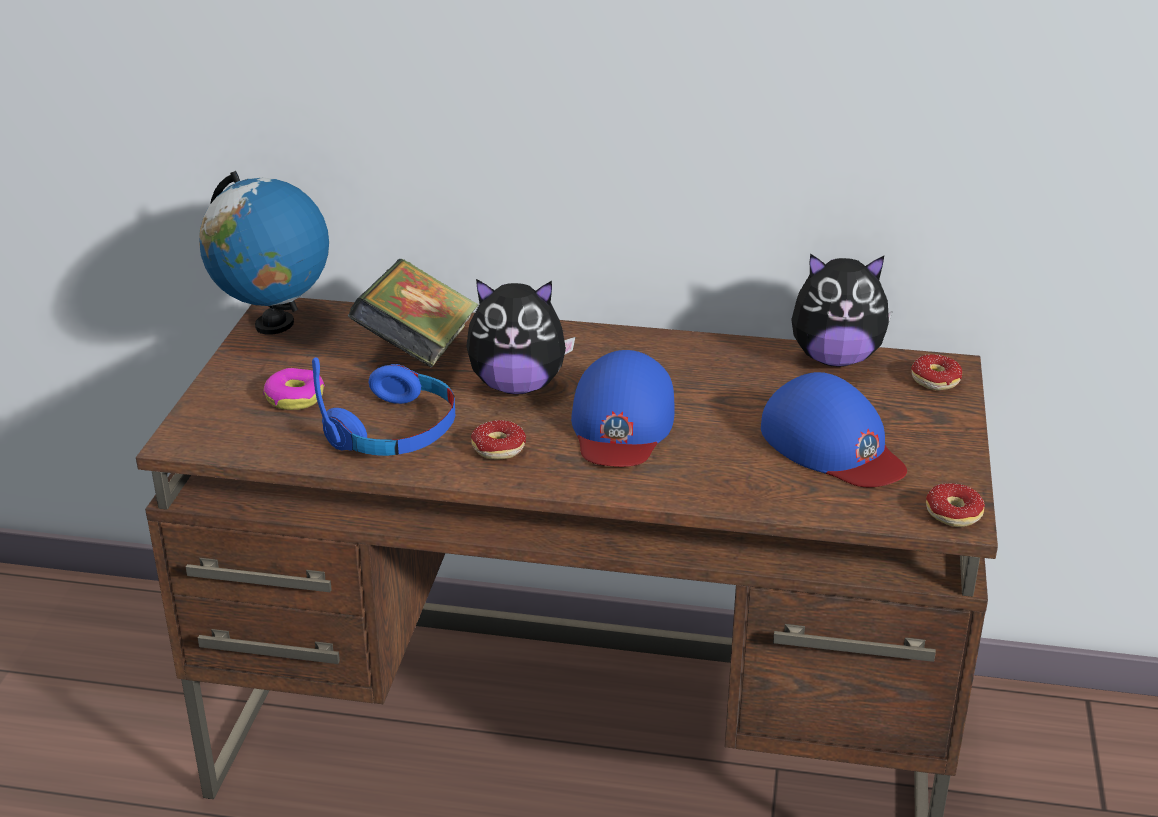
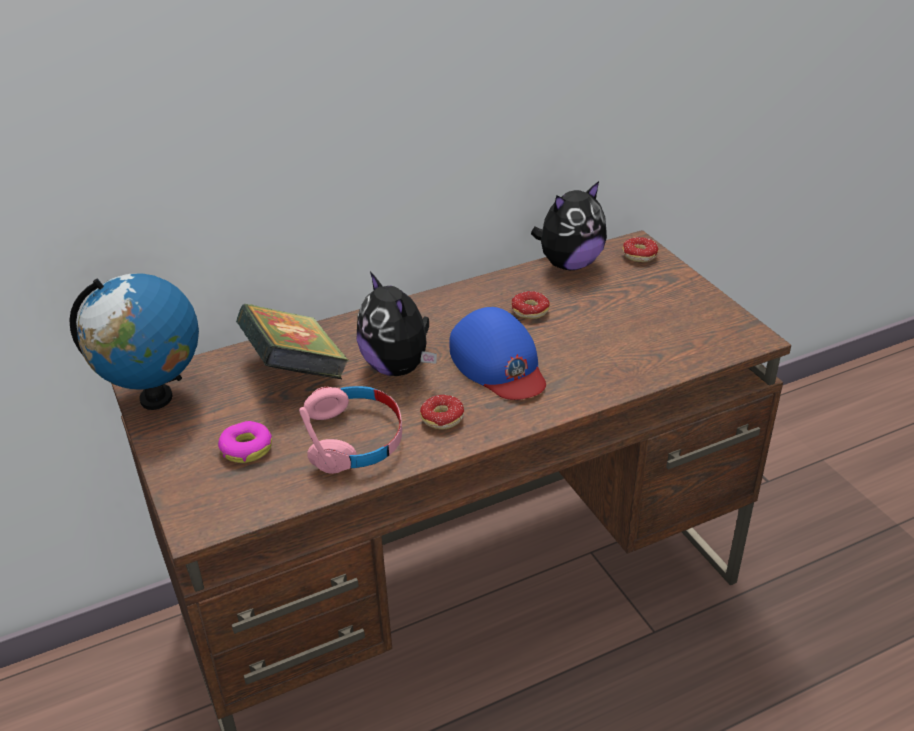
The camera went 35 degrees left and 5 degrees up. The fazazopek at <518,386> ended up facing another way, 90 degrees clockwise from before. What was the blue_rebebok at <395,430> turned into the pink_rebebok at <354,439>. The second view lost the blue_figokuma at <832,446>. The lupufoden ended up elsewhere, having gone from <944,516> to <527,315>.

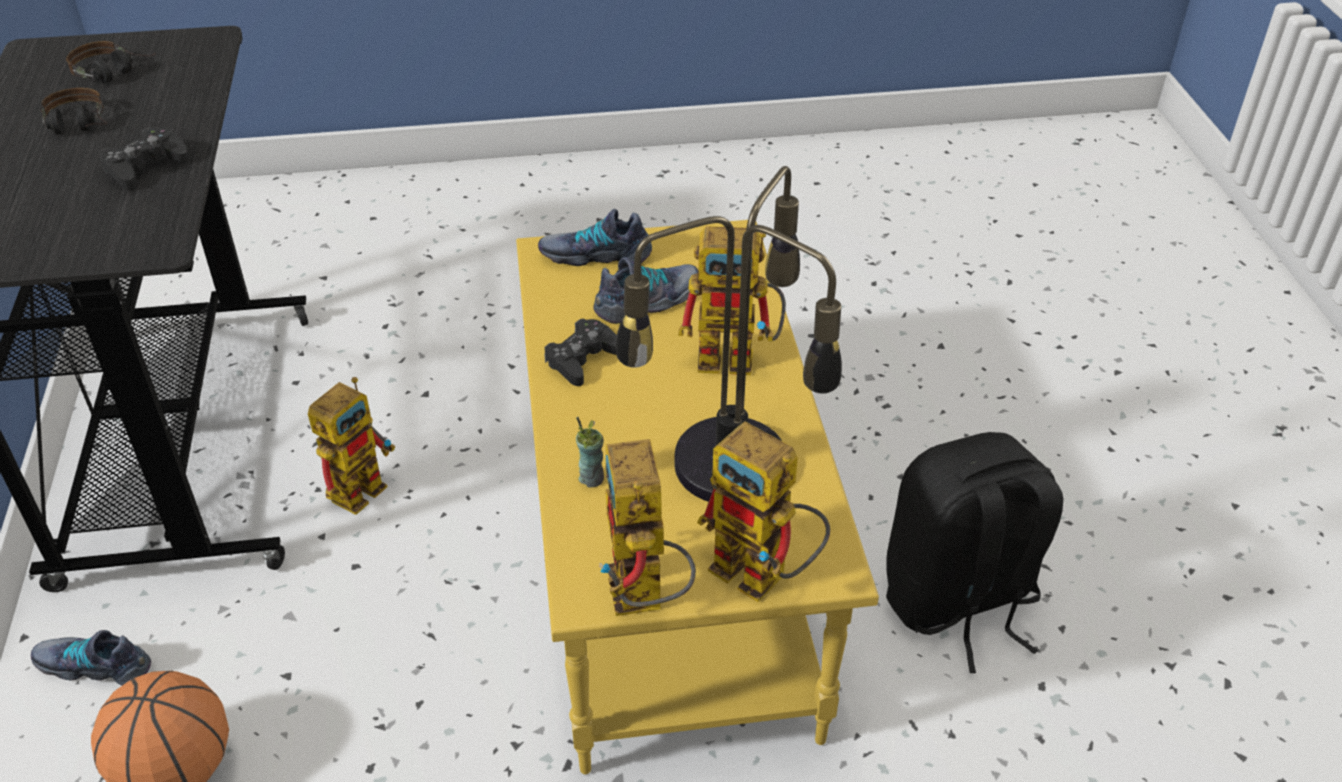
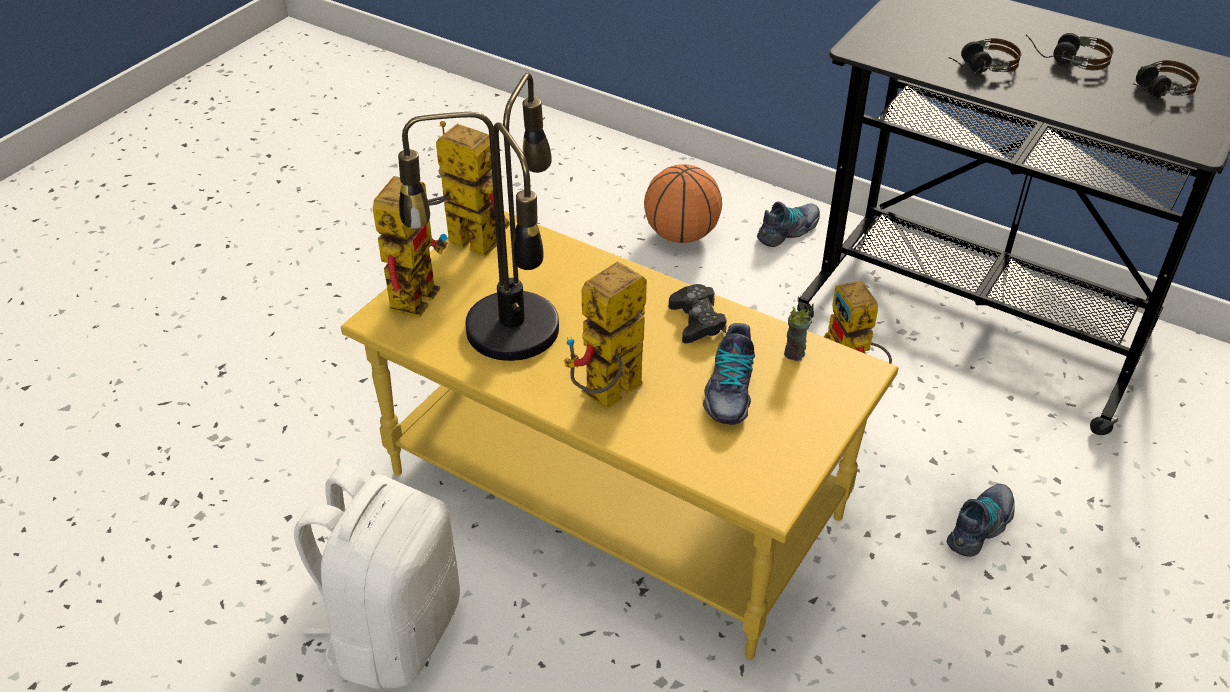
The camera went 130 degrees right and 0 degrees up. Where the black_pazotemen stood at <146,167>, the rebebok came to stand at <977,68>. The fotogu ended up elsewhere, having gone from <595,254> to <981,526>. The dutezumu ended up elsewhere, having gone from <591,478> to <794,354>. The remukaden at <764,576> ended up facing another way, 120 degrees clockwise from before. What was the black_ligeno at <958,602> turned into the white_ligeno at <392,631>.

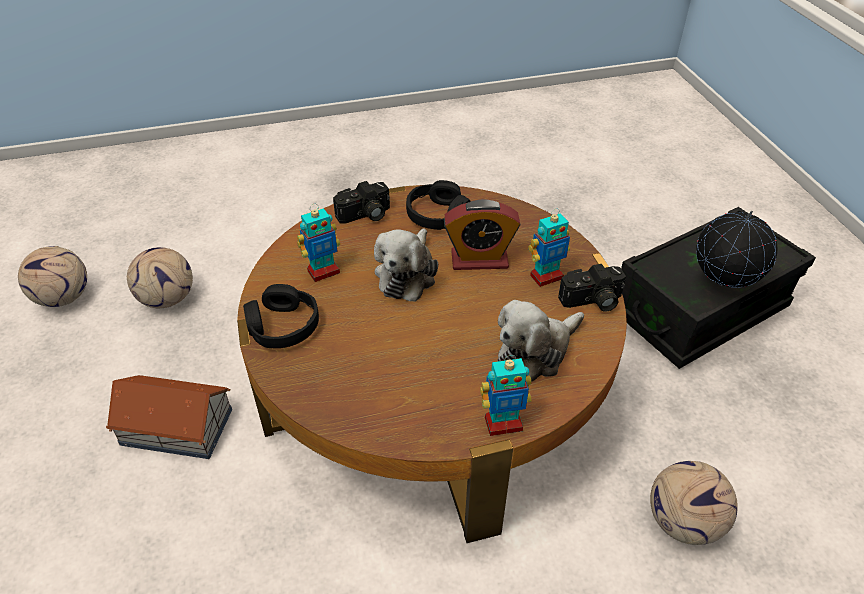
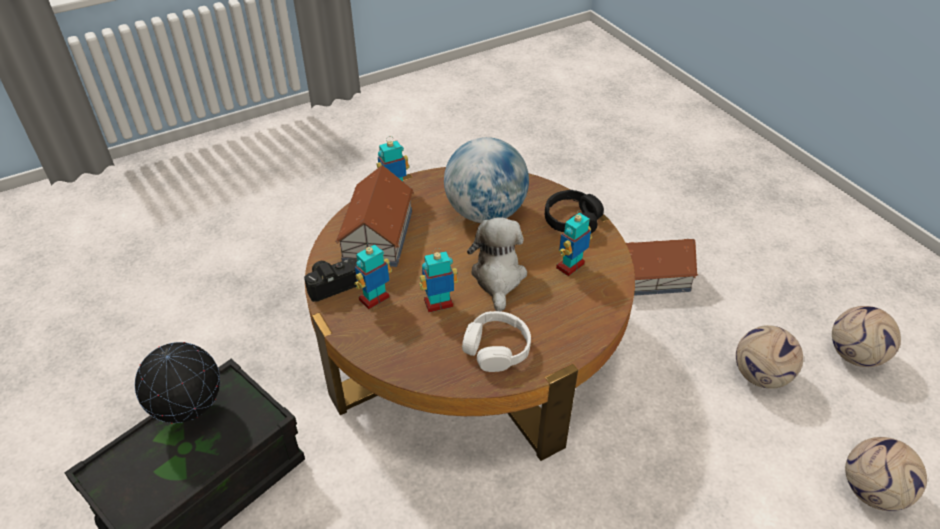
The camera went 165 degrees right and 0 degrees up. What was the black_rebebok at <437,215> turned into the white_rebebok at <496,348>. The second view lost the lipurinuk at <365,215>. Where the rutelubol stood at <479,260>, the remukaden came to stand at <438,304>. Where the fazazopek stood at <536,352>, the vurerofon came to stand at <377,236>. The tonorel ended up elsewhere, having gone from <681,522> to <873,491>. The second view gained the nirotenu at <485,213>.

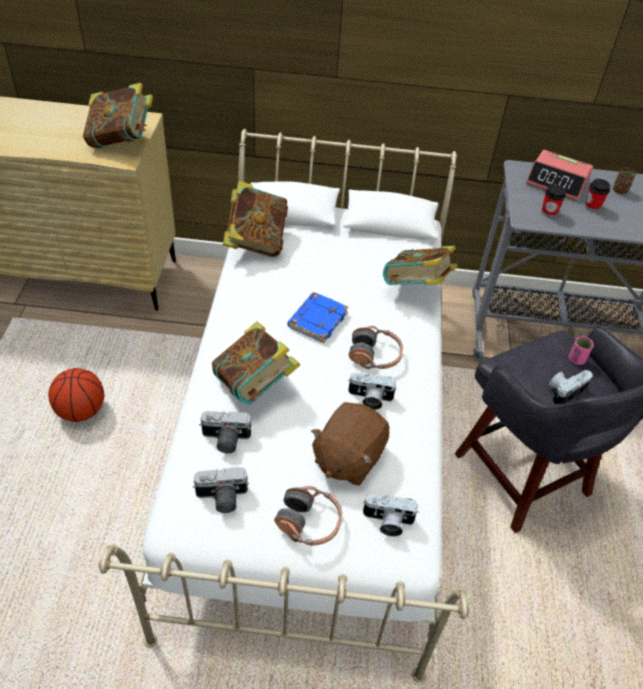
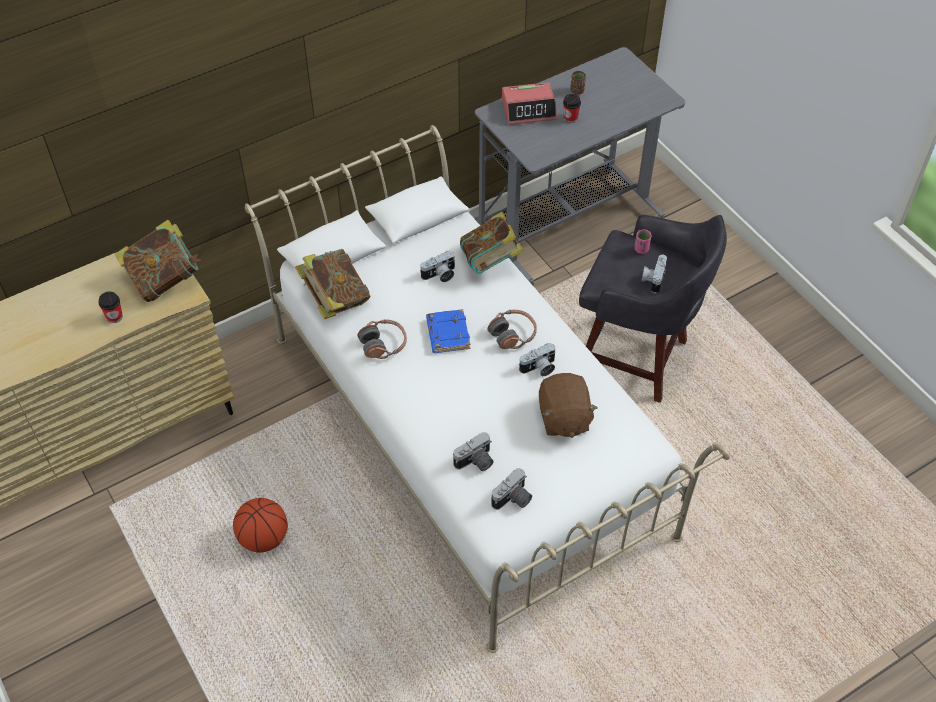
The camera went 35 degrees left and 5 degrees up. The dutezumu ended up elsewhere, having gone from <549,212> to <114,317>. The second view lost the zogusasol at <255,385>. The rebebok ended up elsewhere, having gone from <309,522> to <383,344>. The lipurinuk ended up elsewhere, having gone from <387,522> to <440,275>.

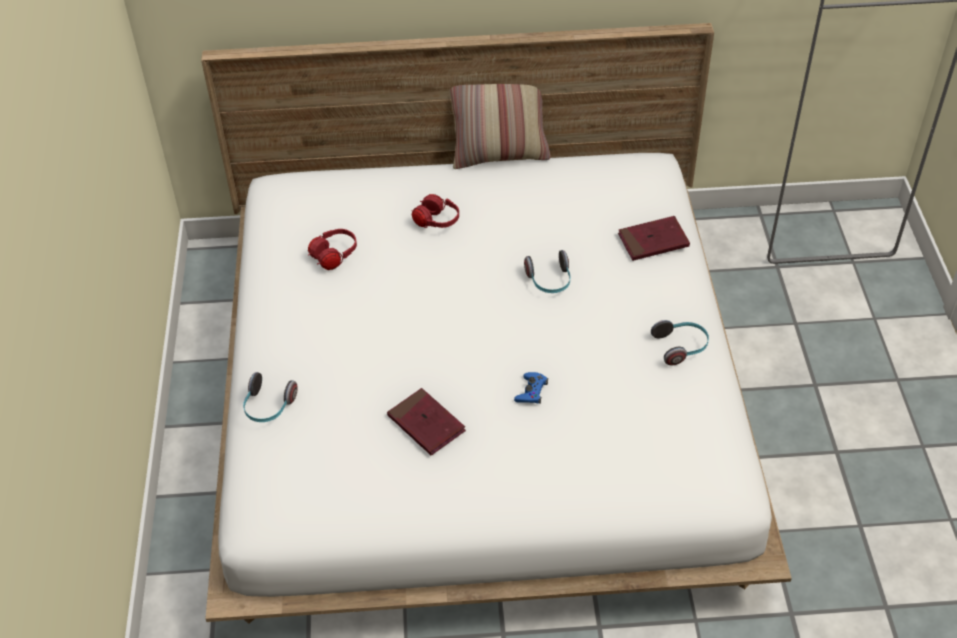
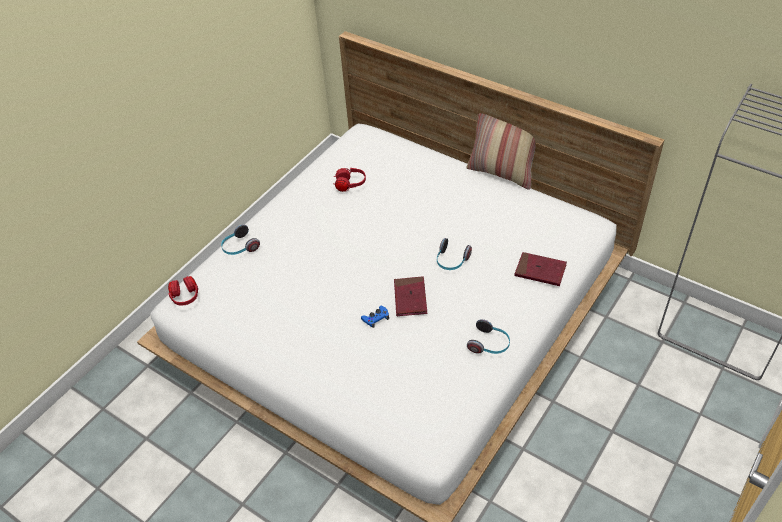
The camera went 40 degrees right and 0 degrees up. The red_rebebok ended up elsewhere, having gone from <436,222> to <185,297>. The red_zogusasol ended up elsewhere, having gone from <426,424> to <410,298>.

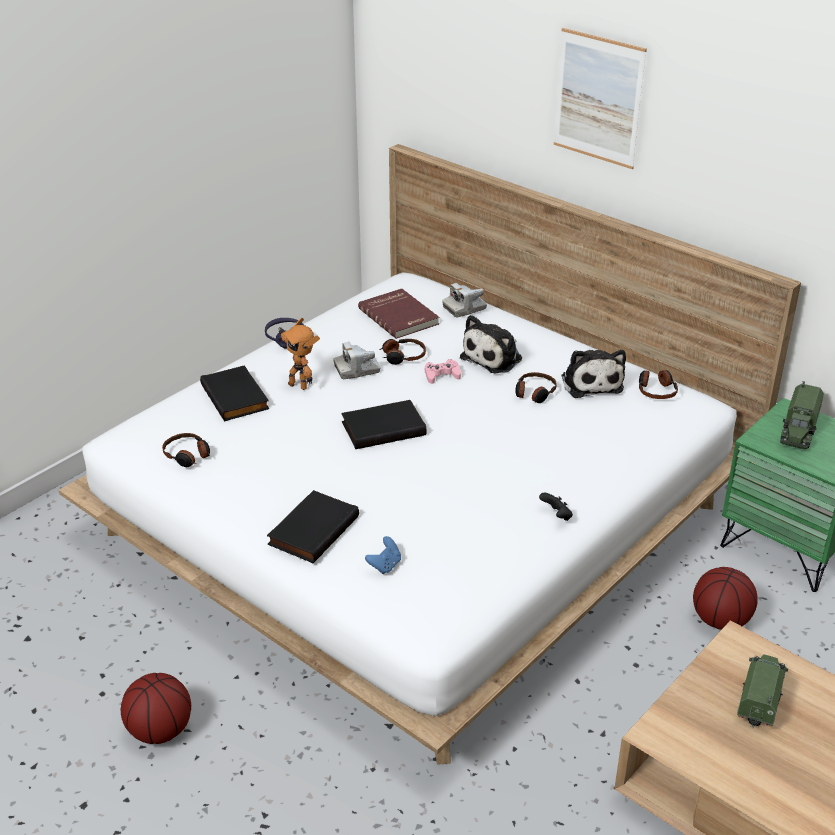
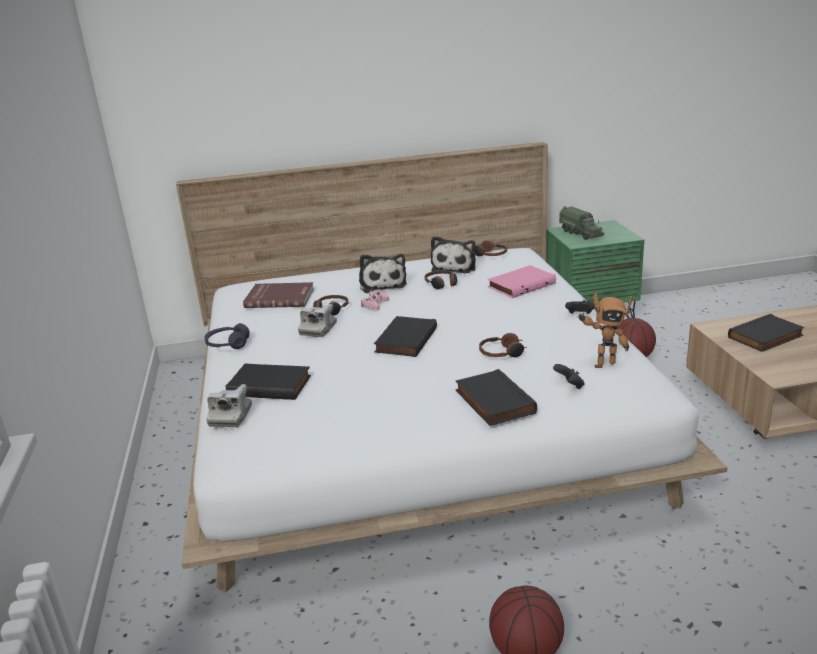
The camera went 50 degrees left and 10 degrees down. The second view lost the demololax at <598,98>. The lipurinuk ended up elsewhere, having gone from <464,308> to <231,416>. The remukaden ended up elsewhere, having gone from <299,385> to <603,363>. The fazazopek at <591,382> ended up facing another way, 75 degrees clockwise from before. The rebebok ended up elsewhere, having gone from <187,455> to <502,353>. What was the blue_pazotemen at <385,565> turned into the black_pazotemen at <570,386>. Where the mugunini stood at <760,698>, the black_zogusasol came to stand at <766,337>. The second view gained the pink_zogusasol at <521,284>.

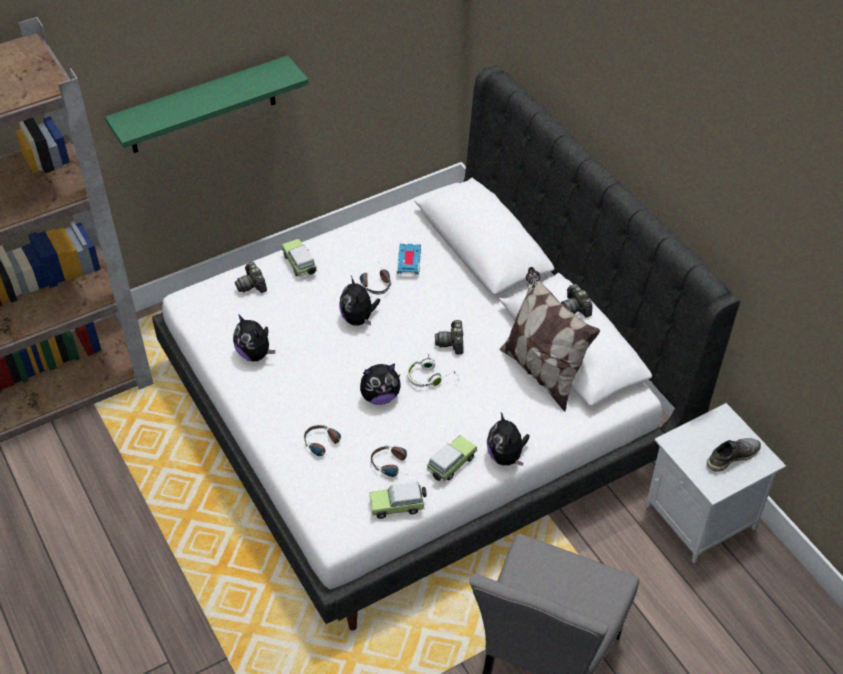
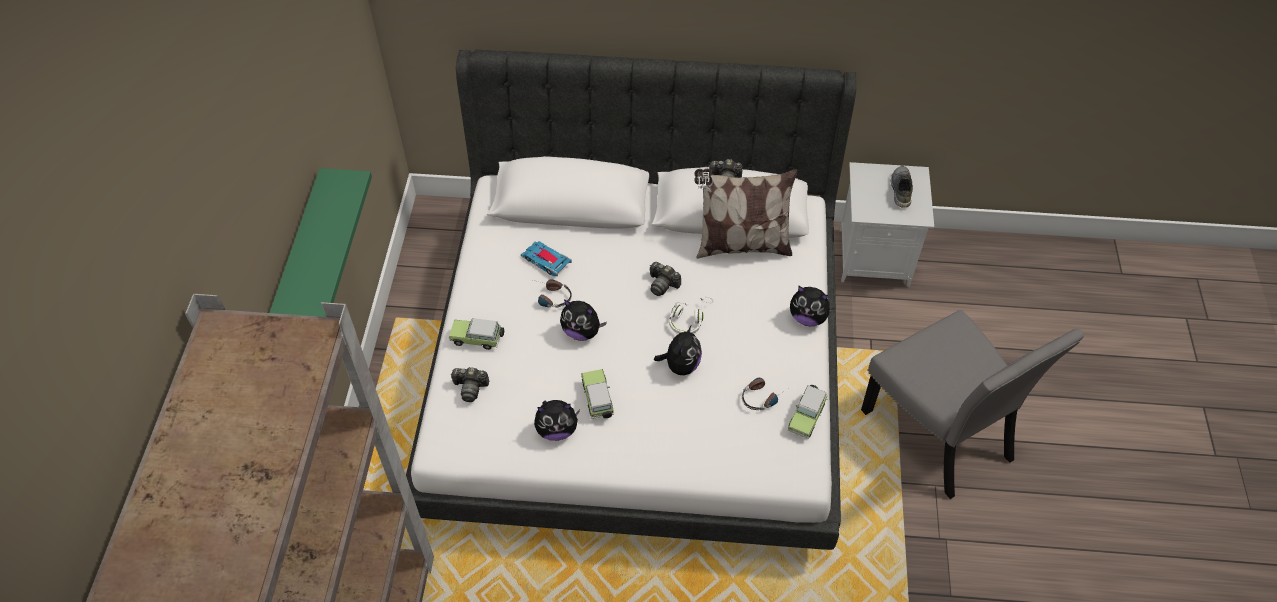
The camera went 55 degrees left and 5 degrees up. The second view lost the rebebok at <326,446>. The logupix ended up elsewhere, having gone from <450,465> to <598,400>.

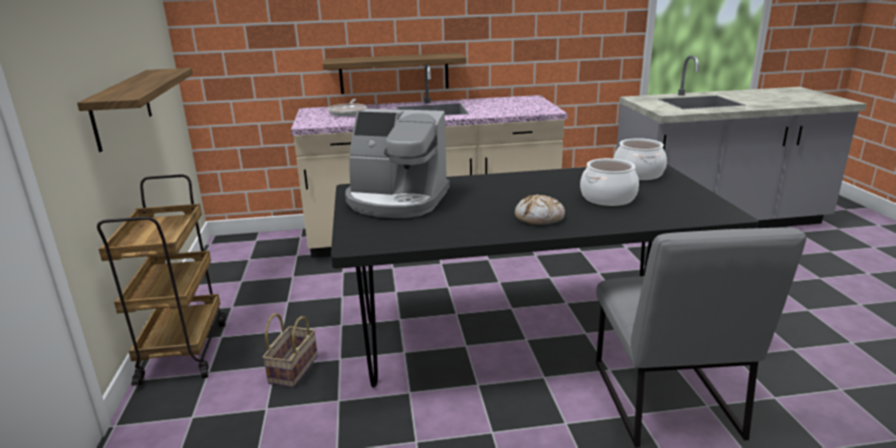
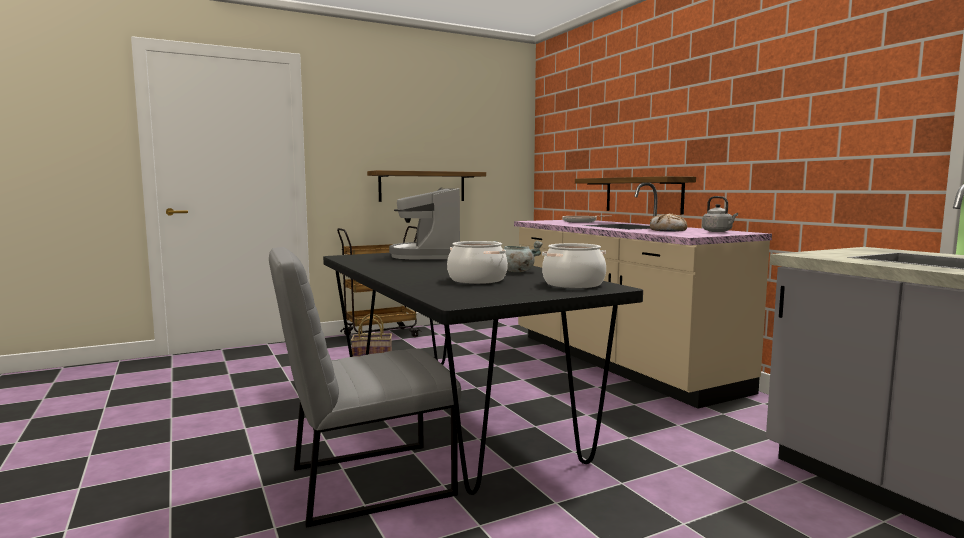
The camera went 70 degrees right and 15 degrees down. The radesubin ended up elsewhere, having gone from <539,218> to <668,230>. The second view gained the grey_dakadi at <718,231>. The second view gained the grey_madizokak at <516,271>.

